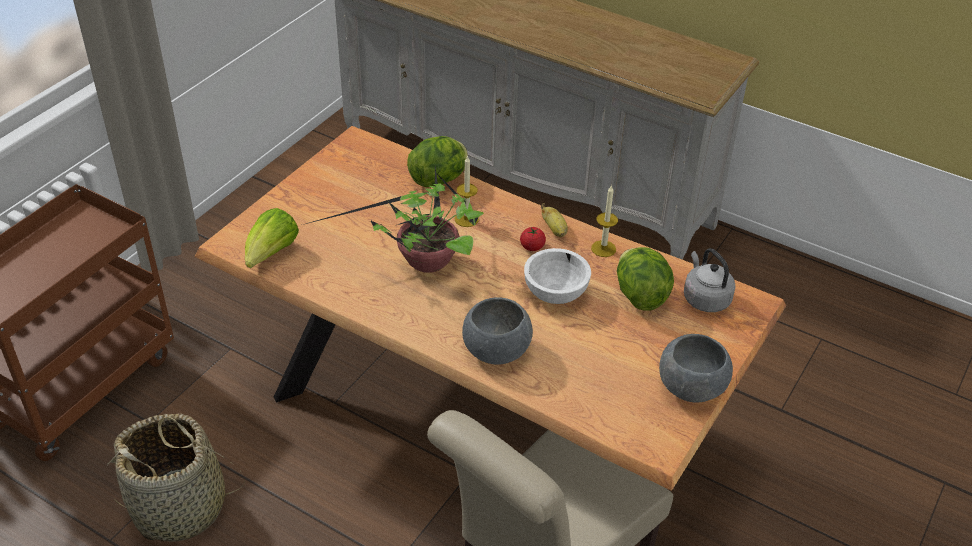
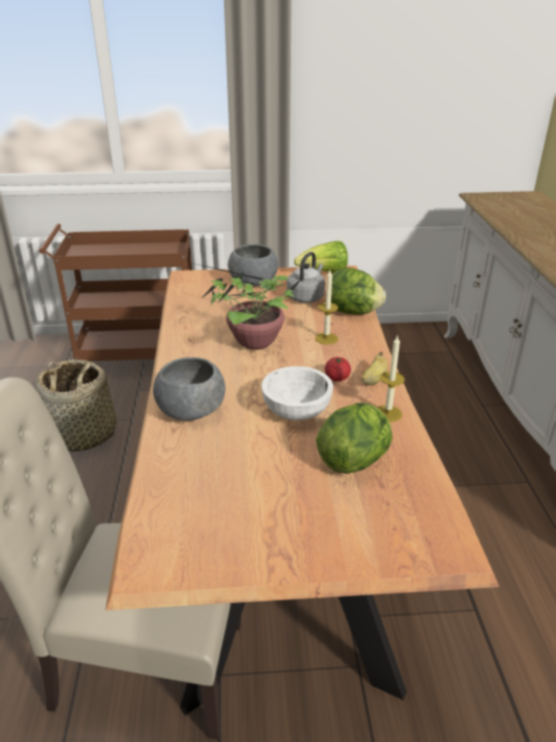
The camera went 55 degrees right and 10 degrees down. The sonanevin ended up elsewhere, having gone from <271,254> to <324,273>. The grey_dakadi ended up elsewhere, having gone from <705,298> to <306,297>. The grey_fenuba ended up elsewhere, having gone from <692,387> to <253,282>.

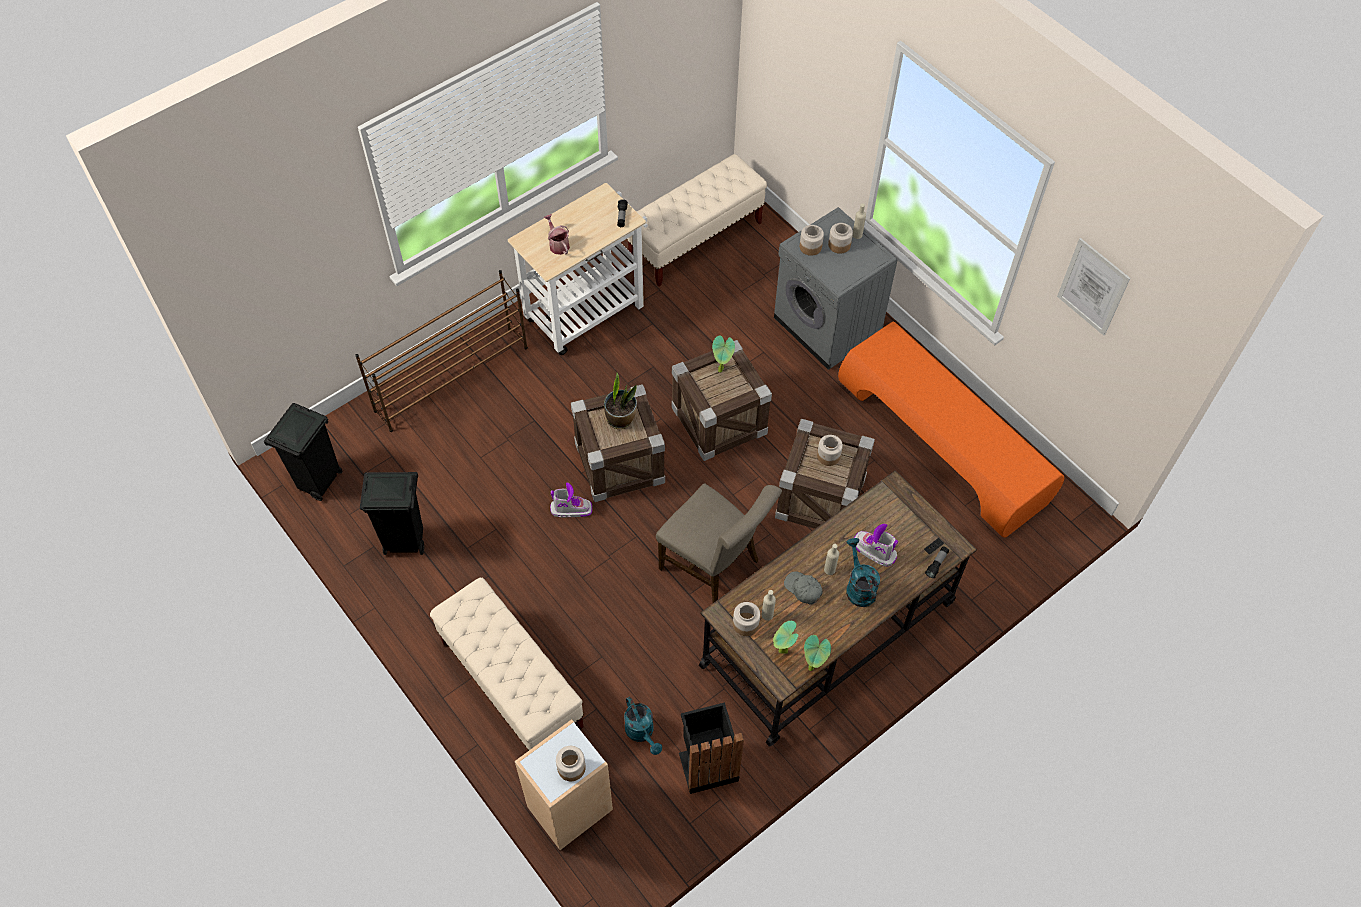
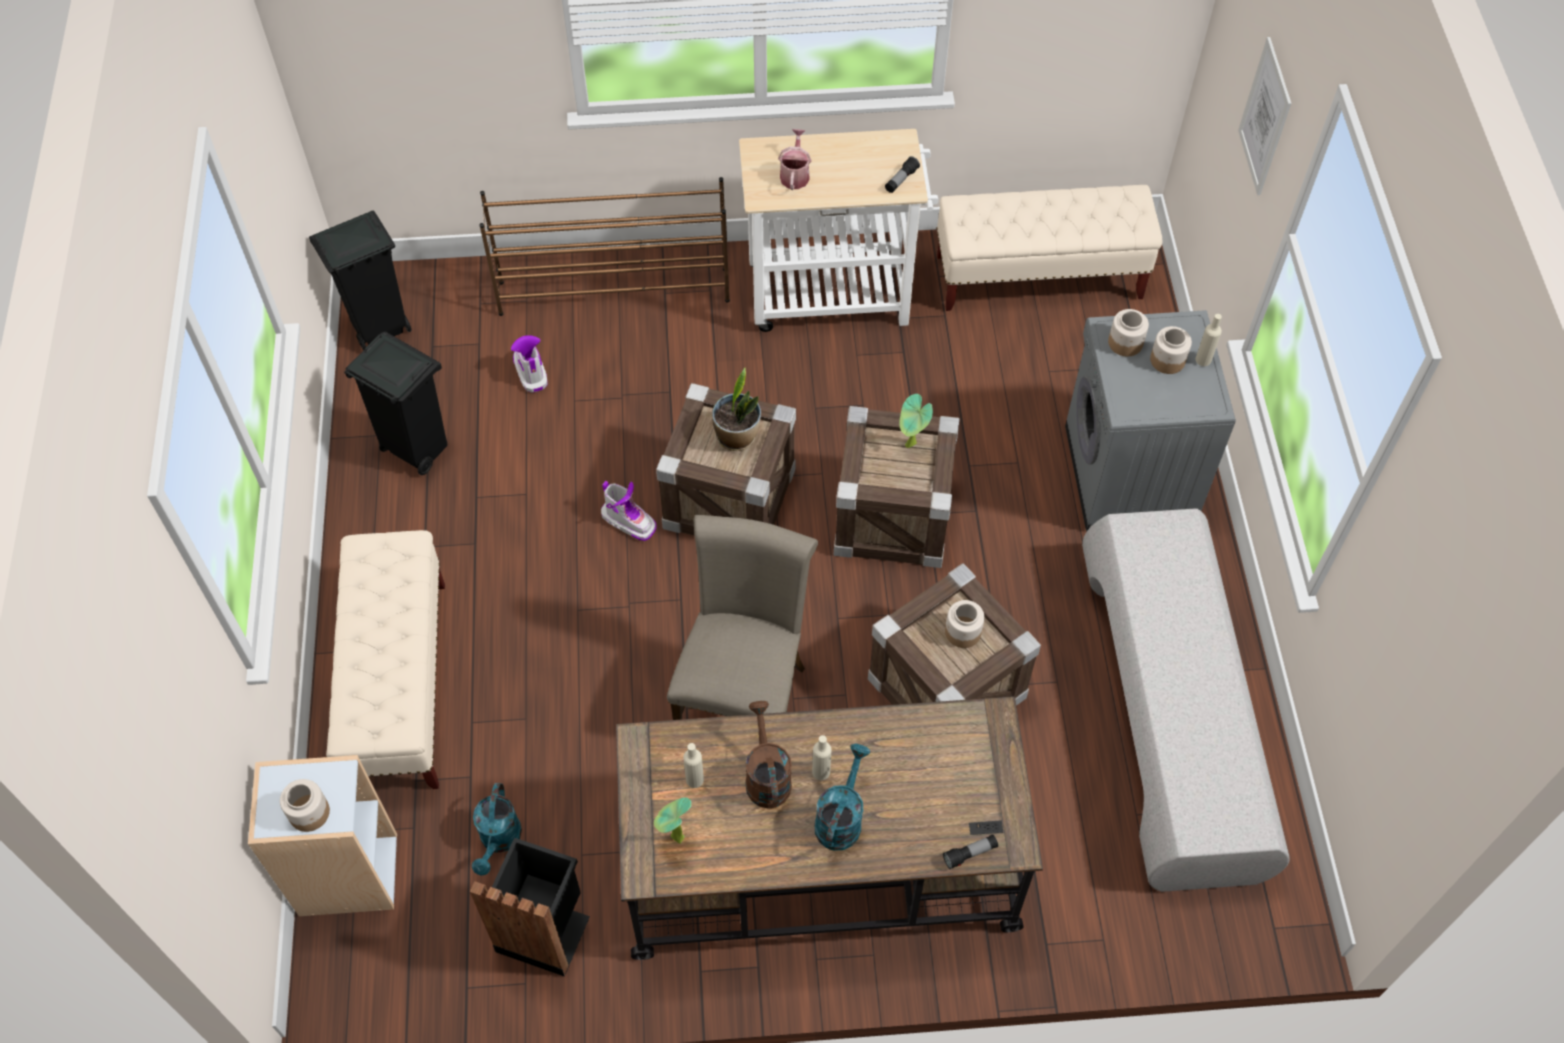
The camera went 35 degrees right and 0 degrees up. The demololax ended up elsewhere, having gone from <1093,287> to <1265,117>. What was the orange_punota at <943,442> turned into the grey_punota at <1171,713>. The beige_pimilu at <714,567> ended up facing another way, 150 degrees counterclockwise from before. The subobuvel ended up elsewhere, having gone from <874,551> to <530,371>. Where the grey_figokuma stood at <803,589>, the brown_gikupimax came to stand at <766,776>. The second view lost the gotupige at <745,624>. The second view lost the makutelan at <812,668>.

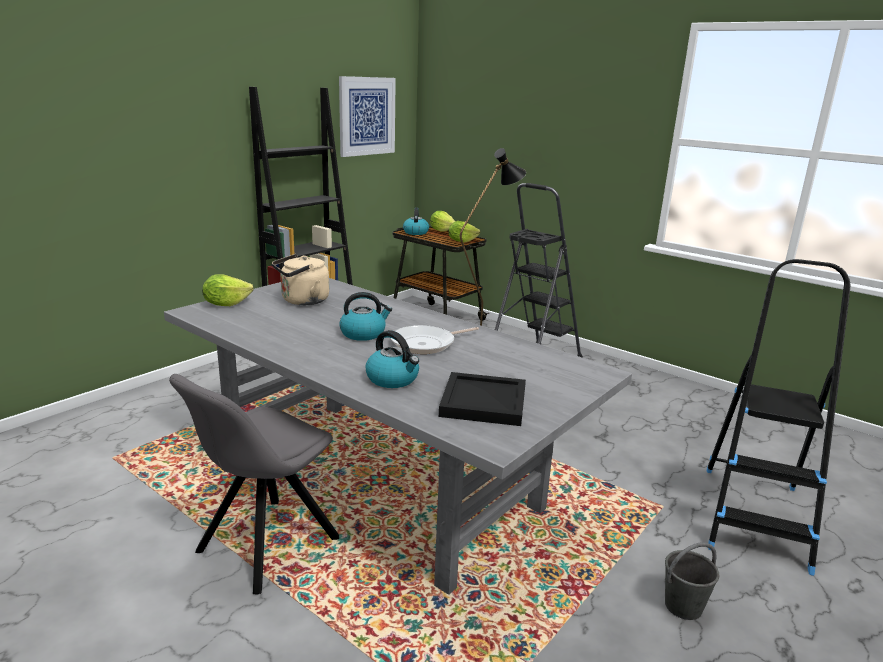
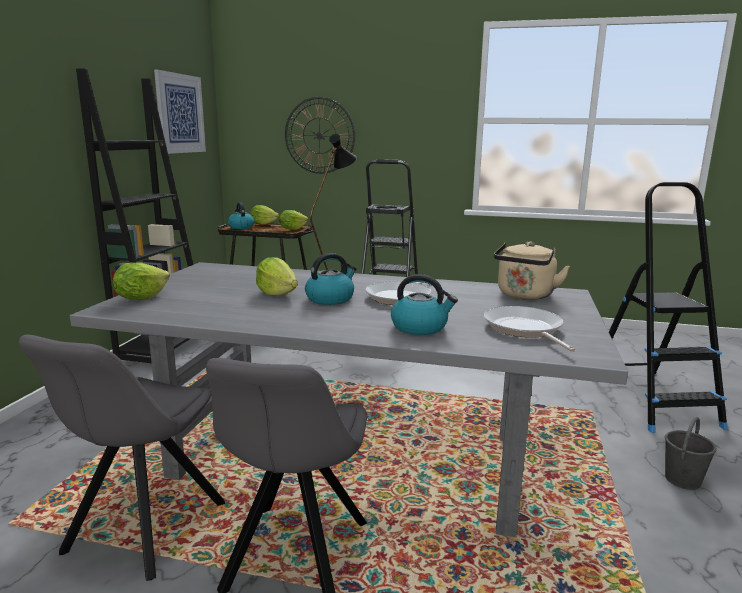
The camera went 25 degrees left and 5 degrees down. The beige_dakadi ended up elsewhere, having gone from <302,301> to <524,296>. Where the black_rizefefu stood at <482,403>, the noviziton came to stand at <524,329>. The second view gained the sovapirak at <319,135>. The second view gained the sonanevin at <277,293>. The second view gained the grey_pimilu at <145,527>.

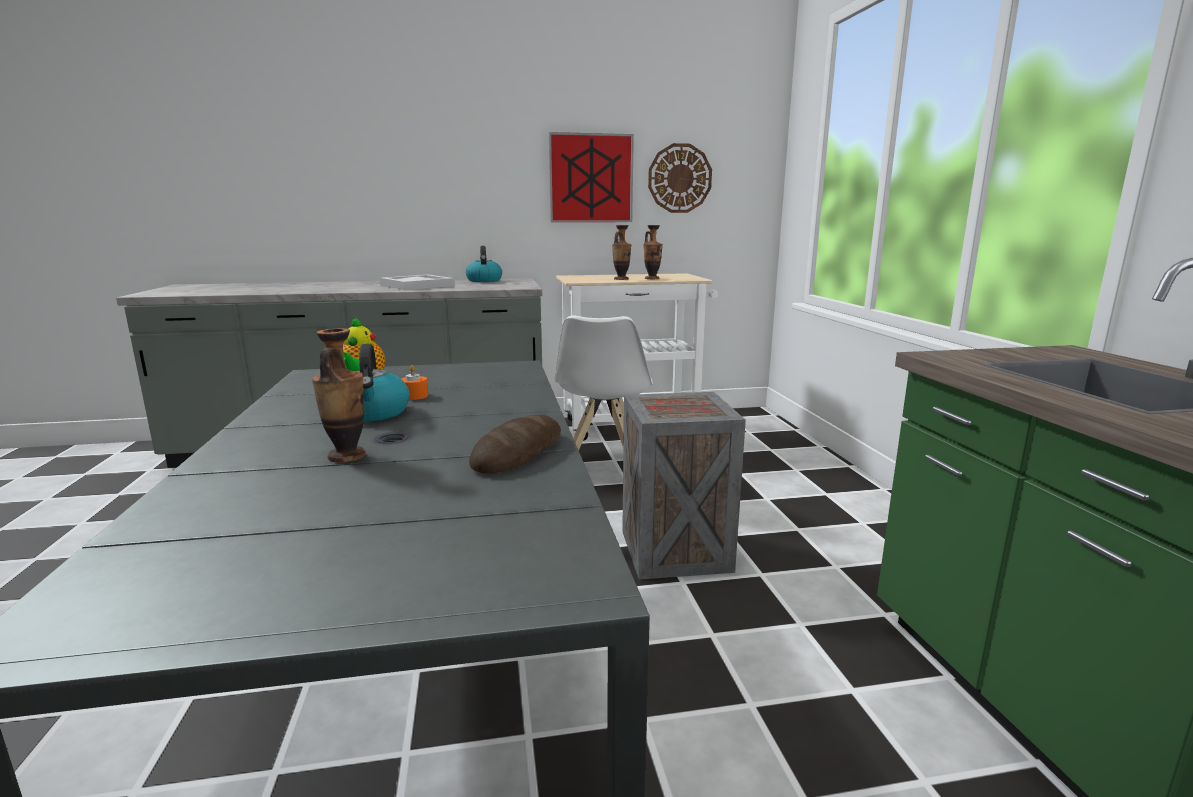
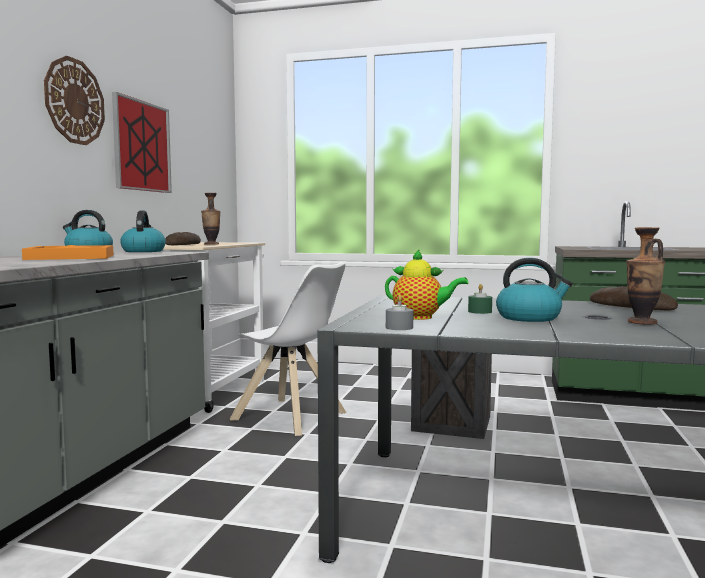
The camera went 65 degrees left and 10 degrees down. The sovapirak ended up elsewhere, having gone from <679,178> to <74,101>. The second view lost the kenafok at <652,278>. What was the white_rizefefu at <418,285> turned into the orange_rizefefu at <72,257>. What was the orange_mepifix at <414,396> turned into the green_mepifix at <480,311>. The second view gained the dakadi at <143,251>. The second view gained the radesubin at <183,244>. The second view gained the grey_mepifix at <399,327>.

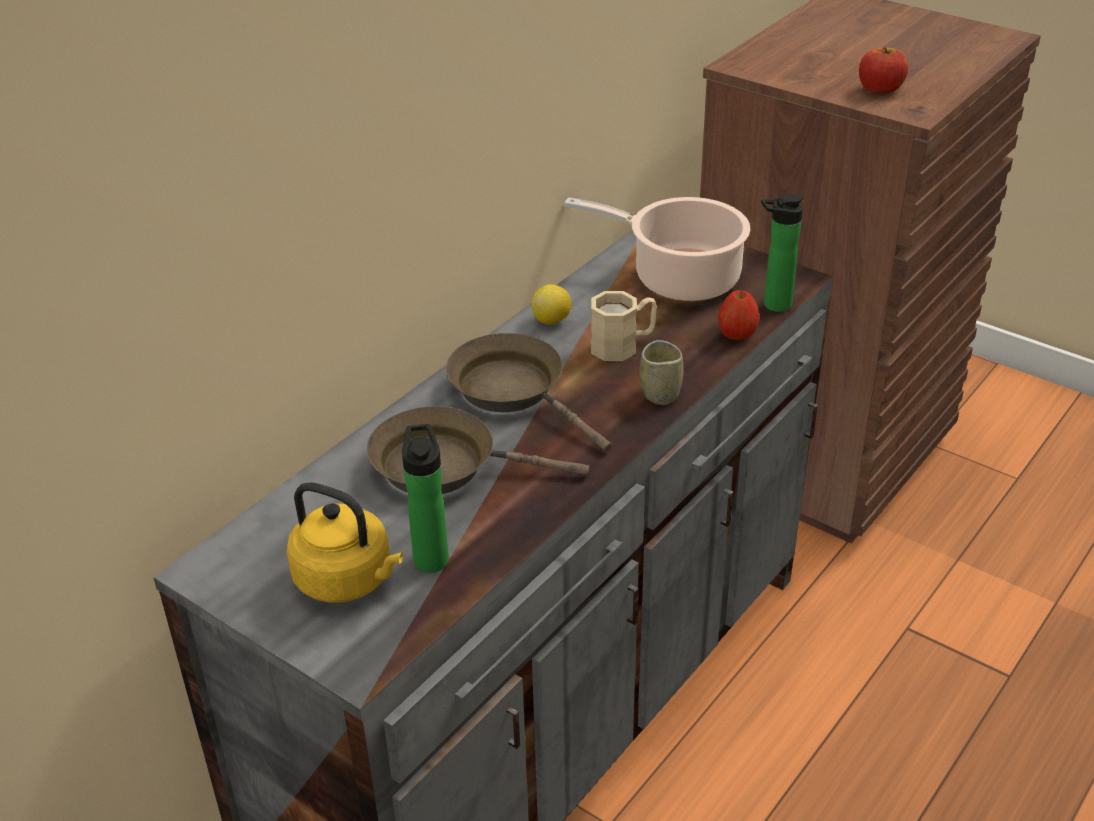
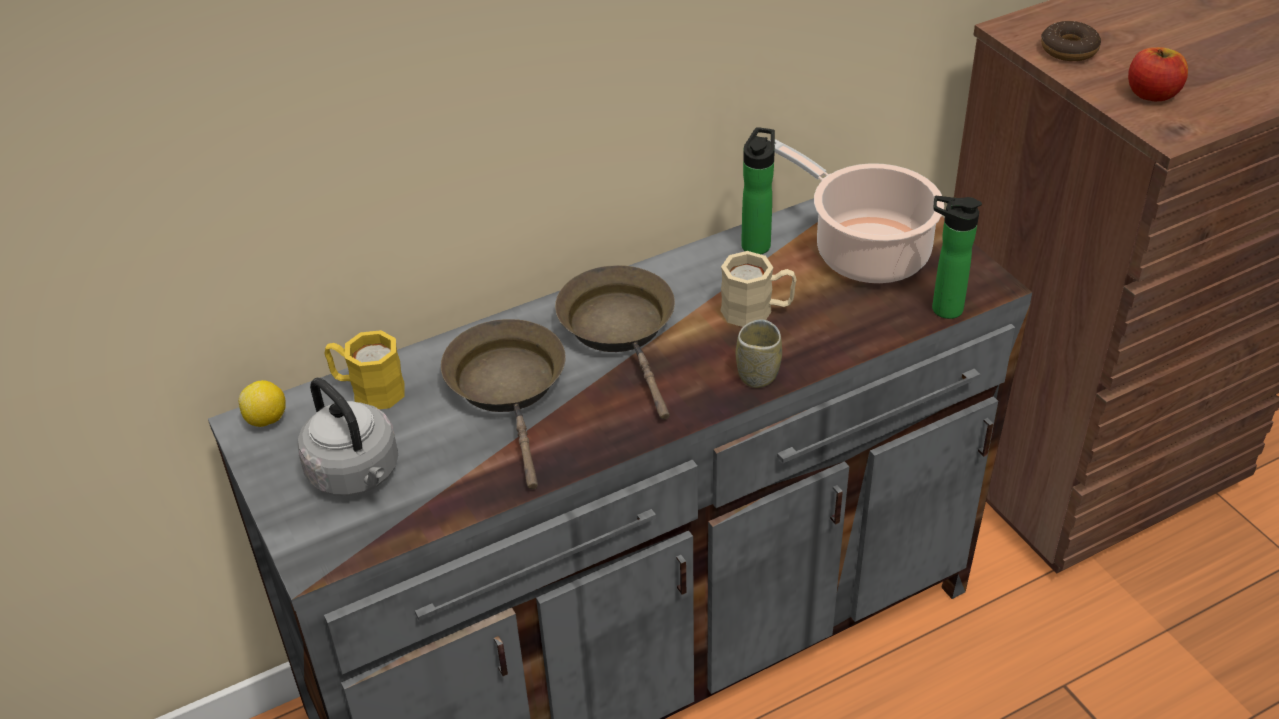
The camera went 25 degrees right and 5 degrees up. The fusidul ended up elsewhere, having gone from <552,320> to <267,419>. The second view lost the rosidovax at <736,335>. The brown_noviziton at <444,465> ended up facing another way, 45 degrees clockwise from before. The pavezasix ended up elsewhere, having gone from <430,556> to <757,243>. What was the yellow_dakadi at <348,580> turned into the grey_dakadi at <356,474>. The second view gained the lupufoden at <1069,49>. The second view gained the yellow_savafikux at <368,390>.

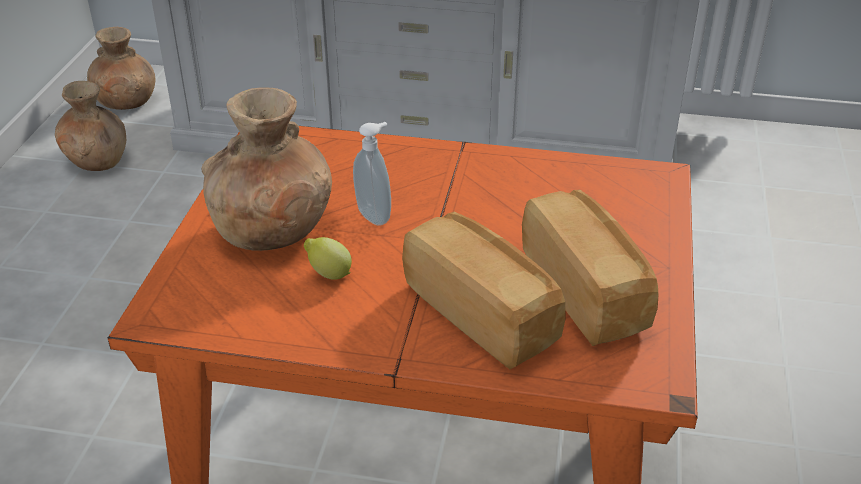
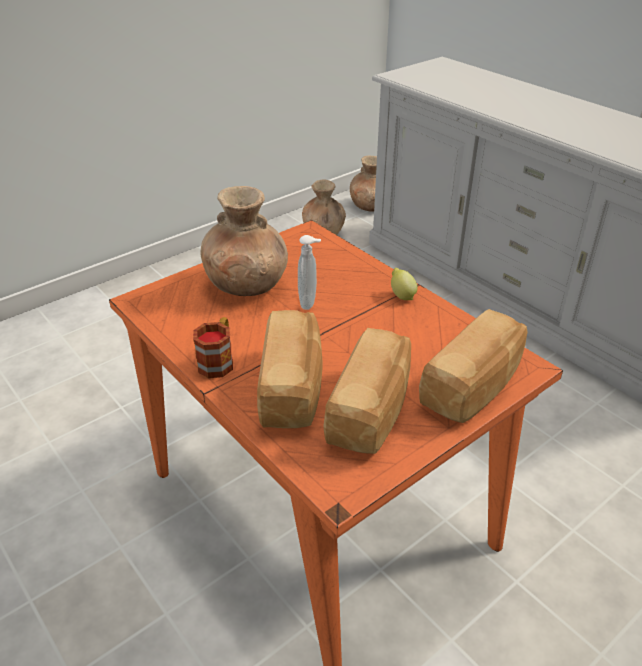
The camera went 40 degrees right and 0 degrees up. The fusidul ended up elsewhere, having gone from <328,274> to <401,296>. The second view gained the radesubin at <474,387>. The second view gained the savafikux at <218,360>.

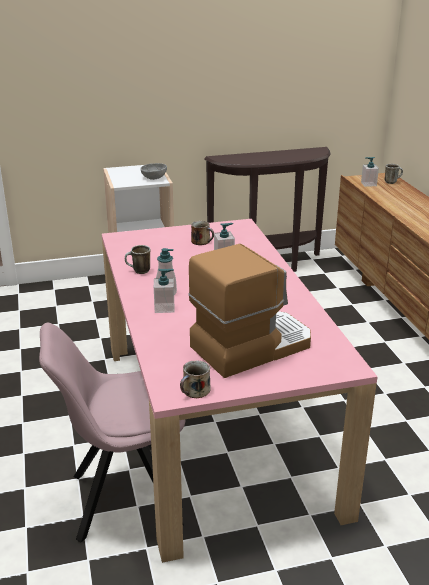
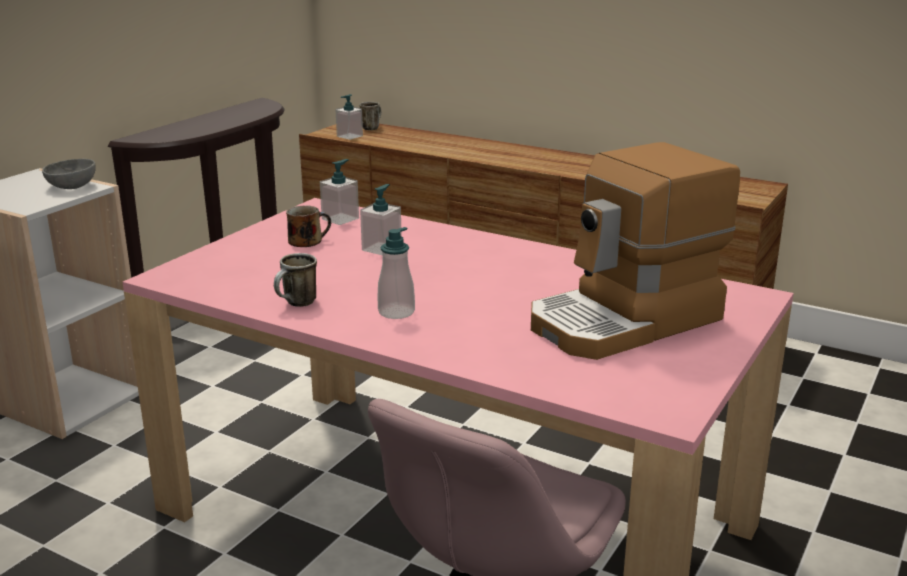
The camera went 45 degrees left and 5 degrees down. The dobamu at <251,346> ended up facing another way, 135 degrees counterclockwise from before. The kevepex ended up elsewhere, having gone from <164,308> to <340,219>. The second view lost the savafikux at <195,391>.

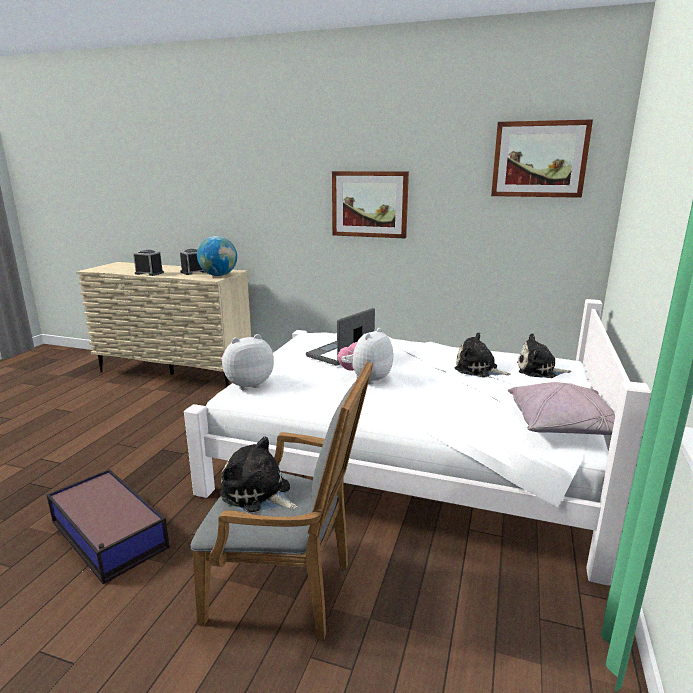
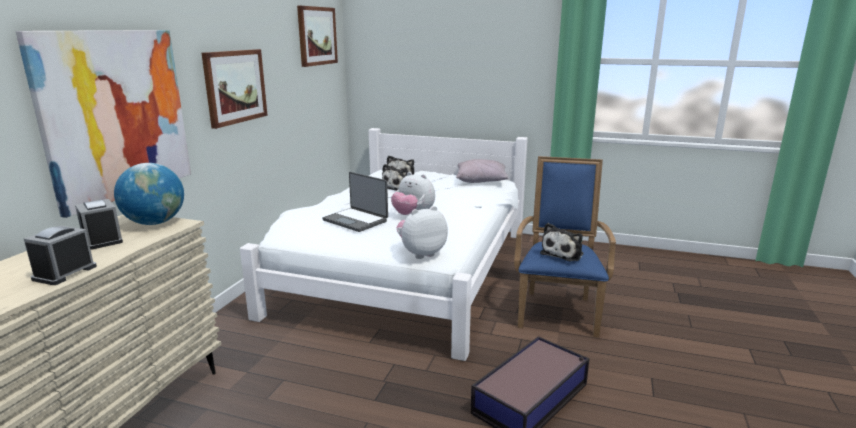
The camera went 90 degrees left and 0 degrees up. The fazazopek at <247,384> ended up facing another way, 90 degrees clockwise from before. What was the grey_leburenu at <289,590> turned into the blue_leburenu at <558,309>. The second view gained the demololax at <116,115>.

